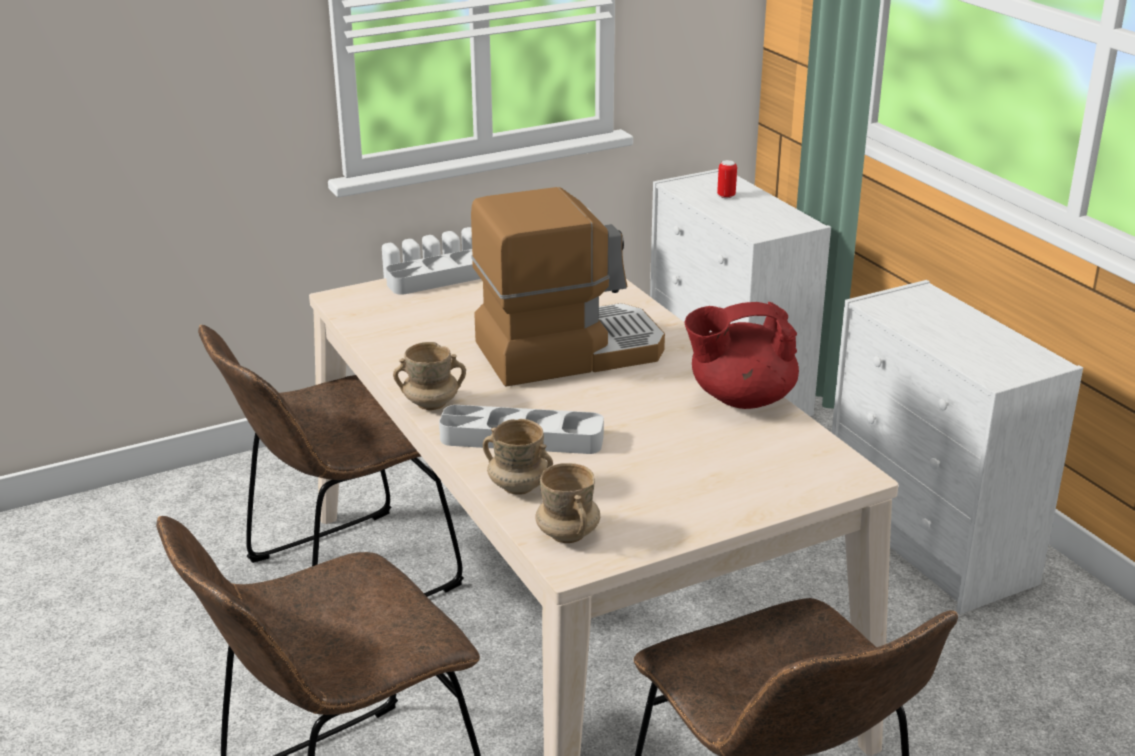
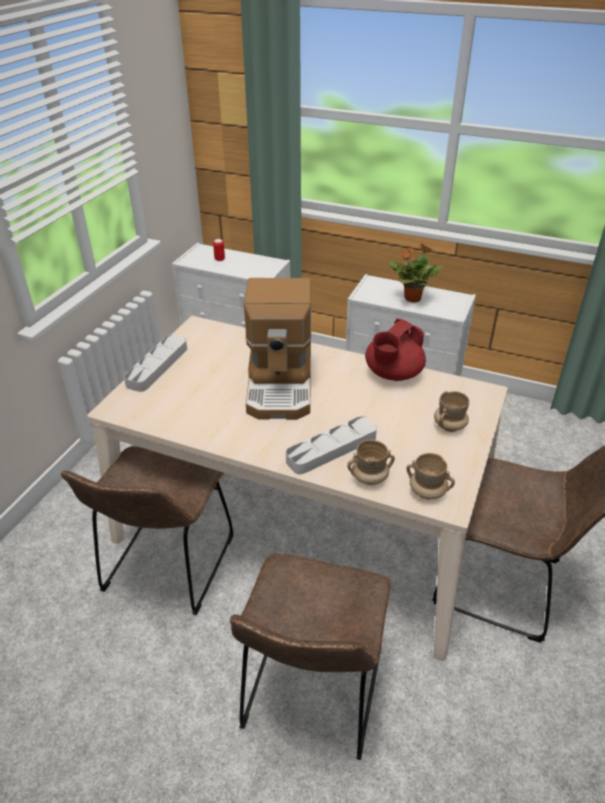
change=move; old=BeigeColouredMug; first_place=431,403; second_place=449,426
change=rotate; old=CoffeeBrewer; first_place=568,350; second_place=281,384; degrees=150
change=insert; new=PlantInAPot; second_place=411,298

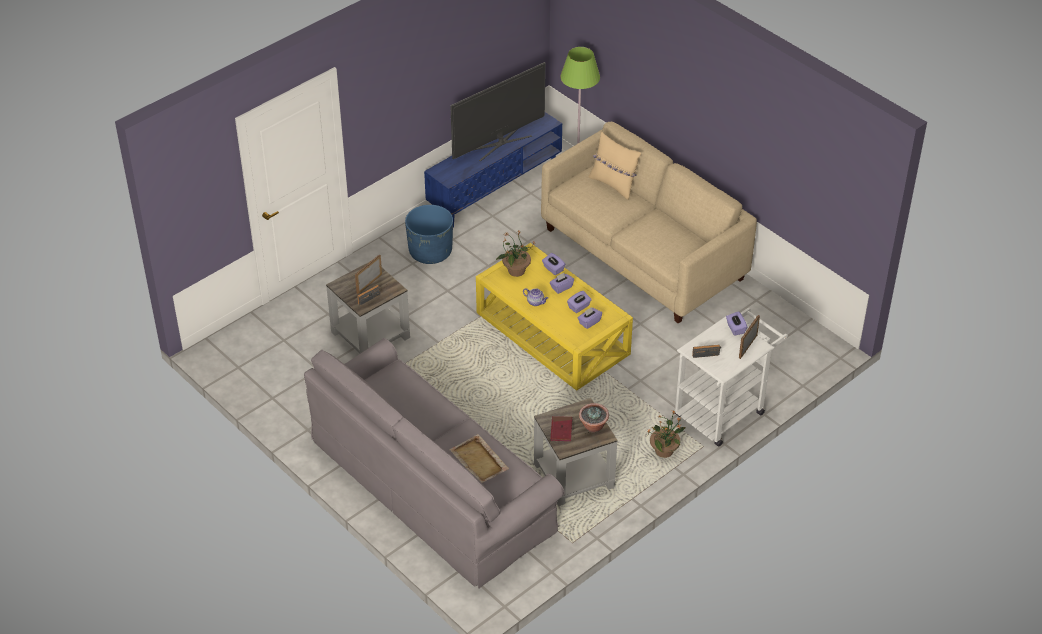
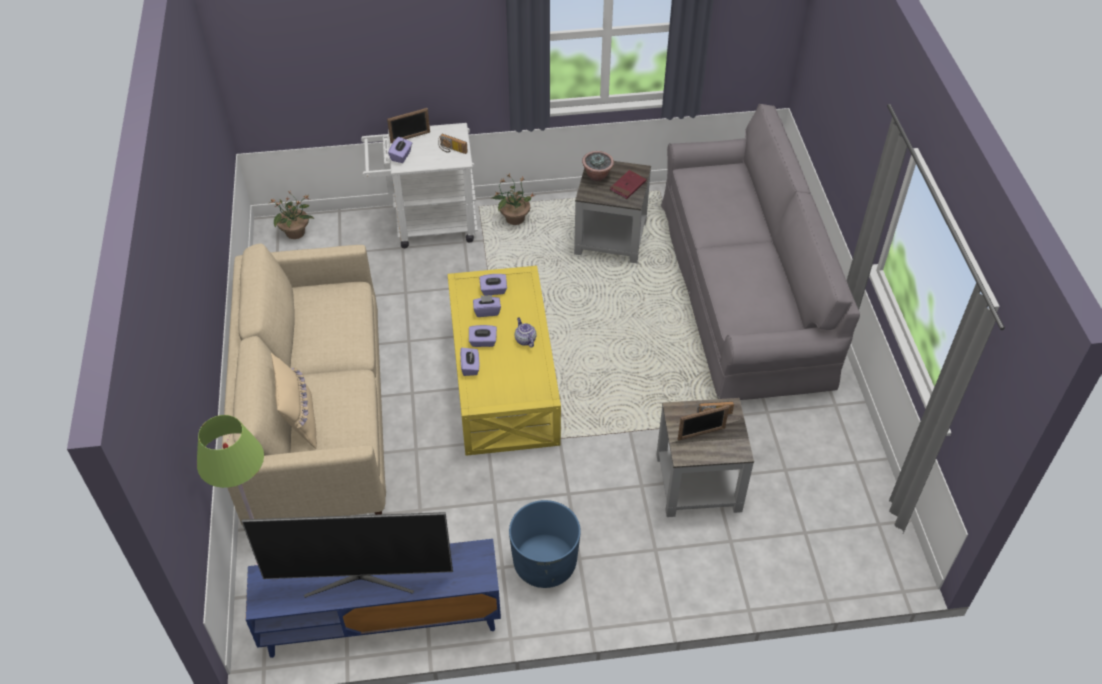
change=delete; old=BeigeColouredCarryingTray; first_place=479,461
change=move; old=PlantInAPot; first_place=515,271; second_place=296,233

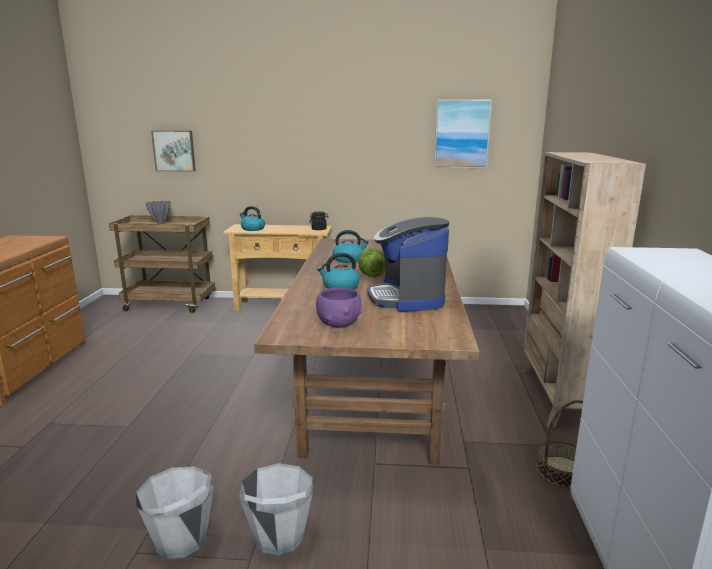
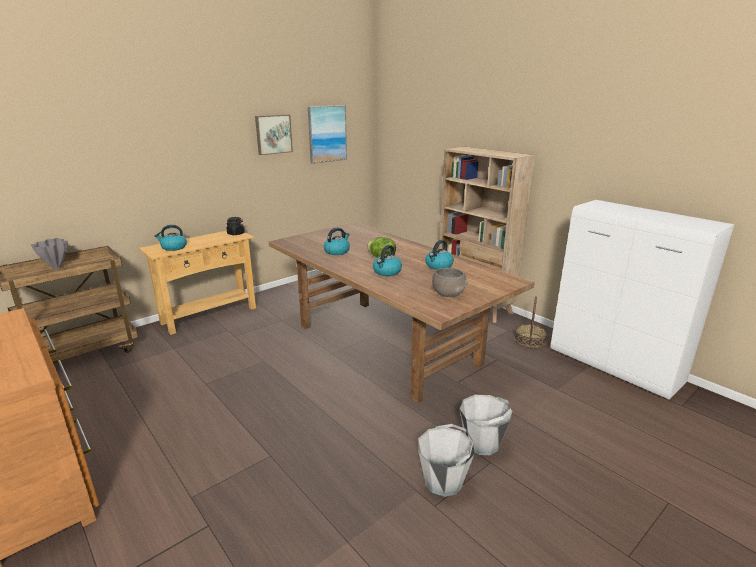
change=move; old=Picture; first_place=174,150; second_place=273,134
change=recolor; old=PurpleDeepDish; new=GrayDeepDish; first_place=339,323; second_place=448,293
change=replace; old=CoffeeBrewer; new=WaterKettle; first_place=407,298; second_place=438,266

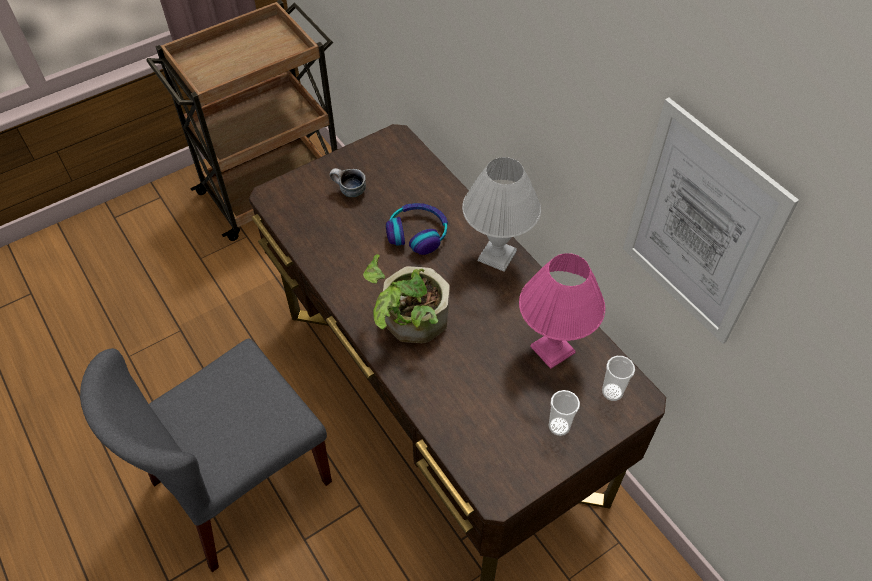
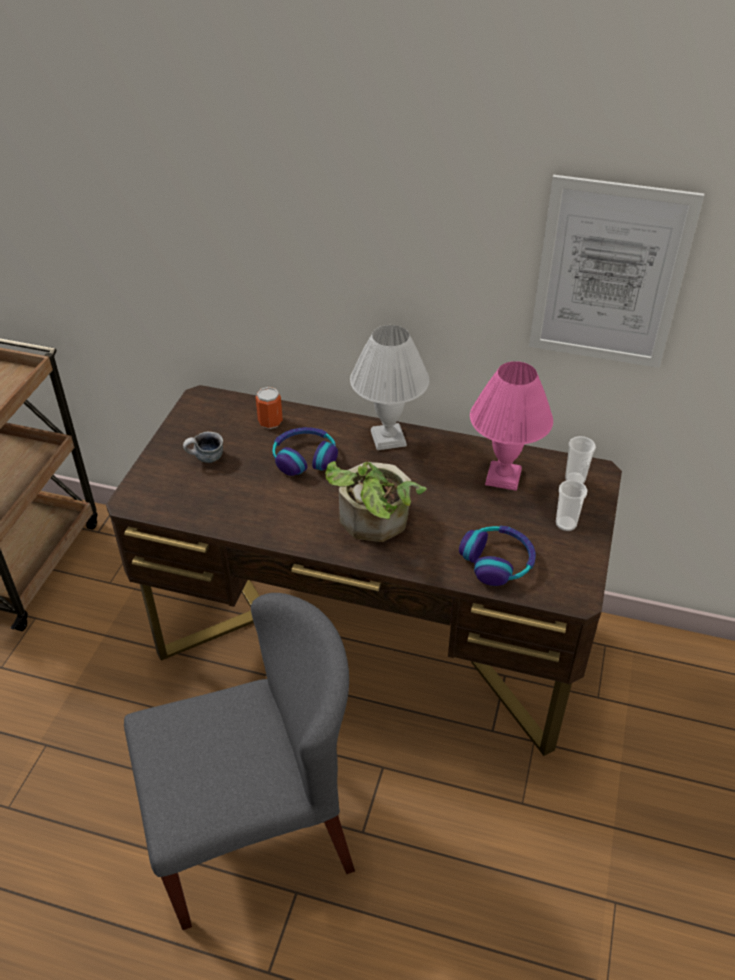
change=rotate; old=GrayUprightChair; first_place=240,483; second_place=253,832; degrees=-120
change=insert; new=MetalCan; second_place=270,422
change=insert; new=Headphones; second_place=497,561

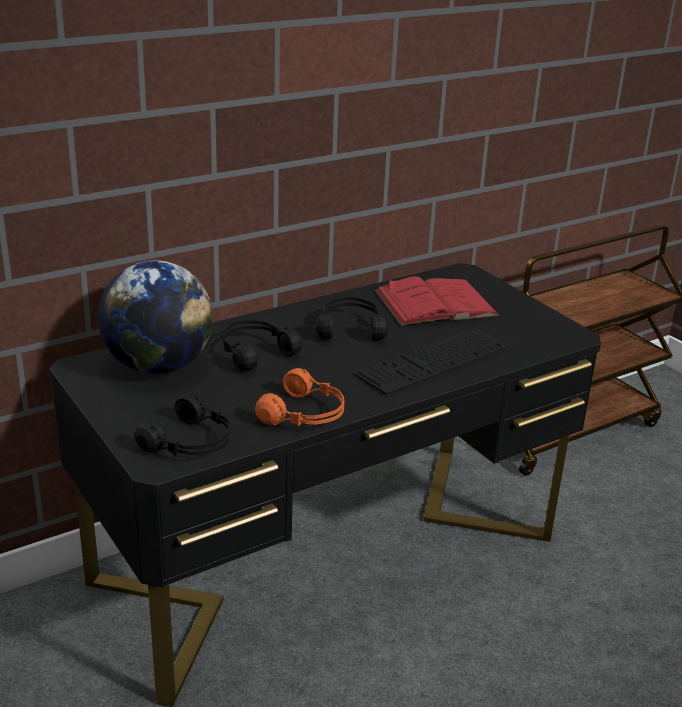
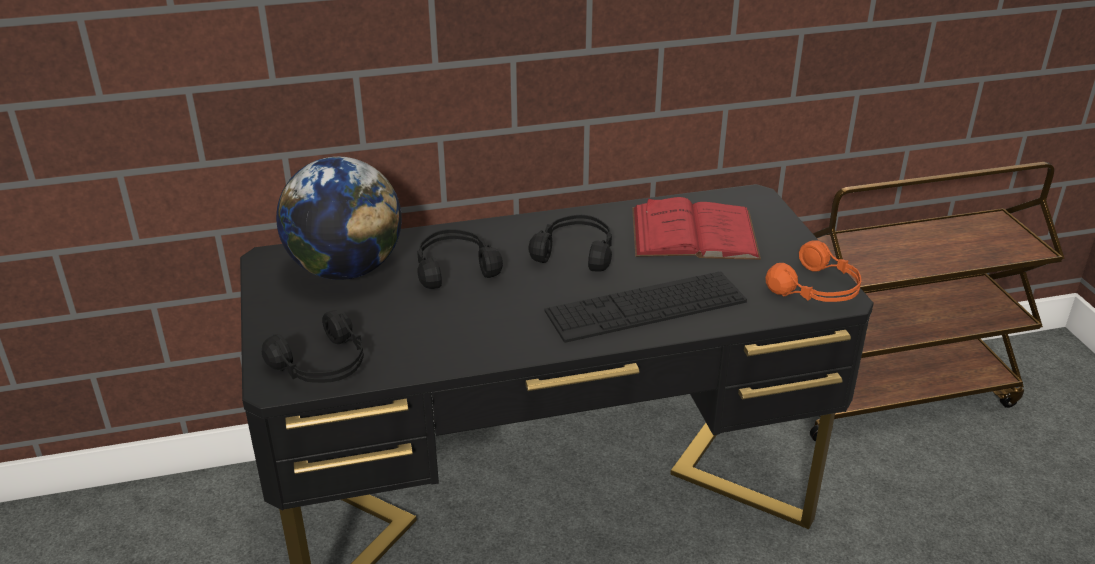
change=move; old=OrangeHeadphones; first_place=305,414; second_place=817,289

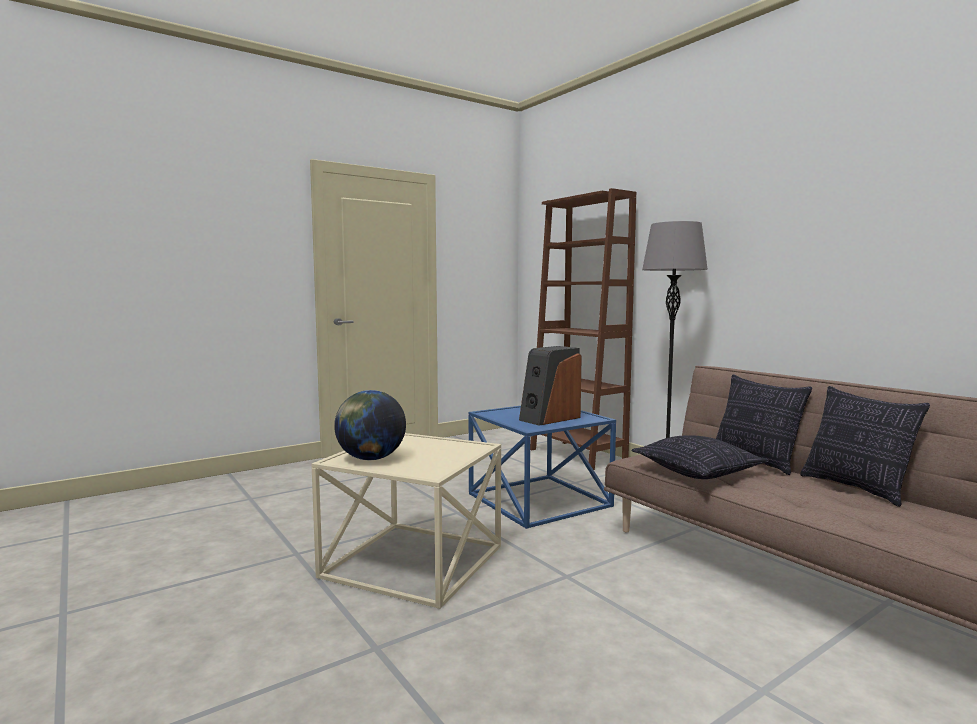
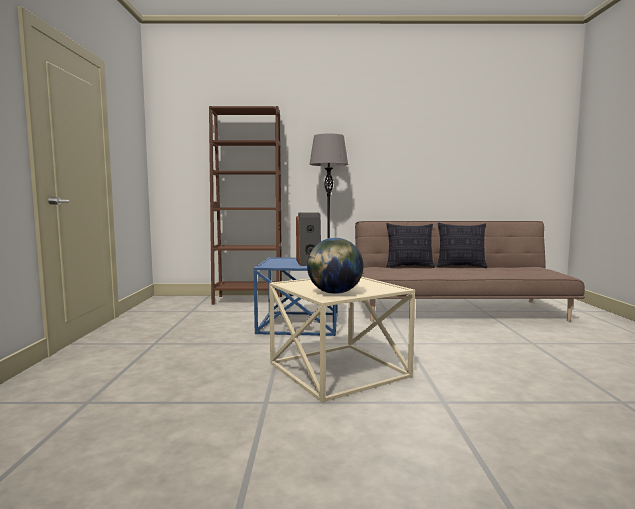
change=delete; old=Pillow; first_place=698,472

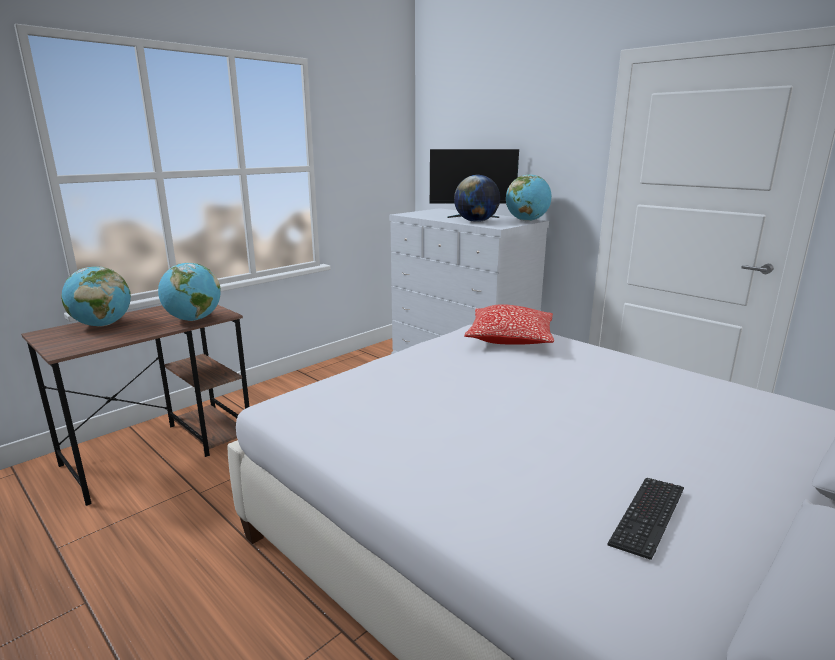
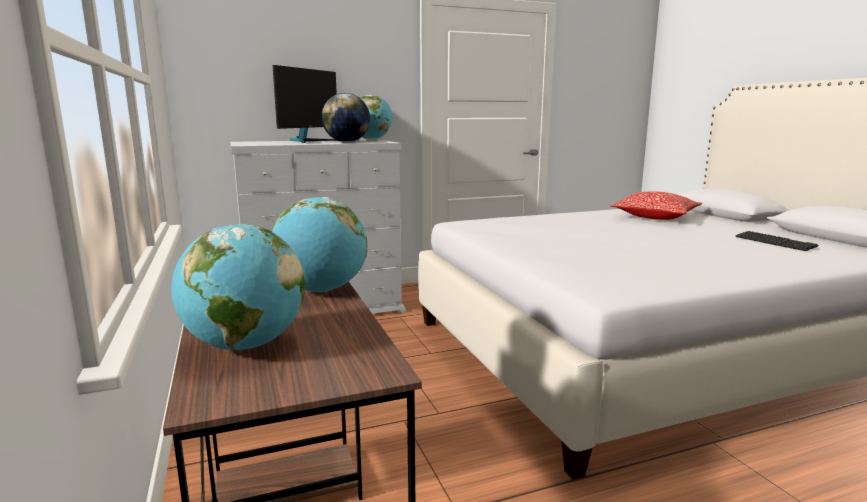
change=move; old=Pillow; first_place=510,339; second_place=655,217

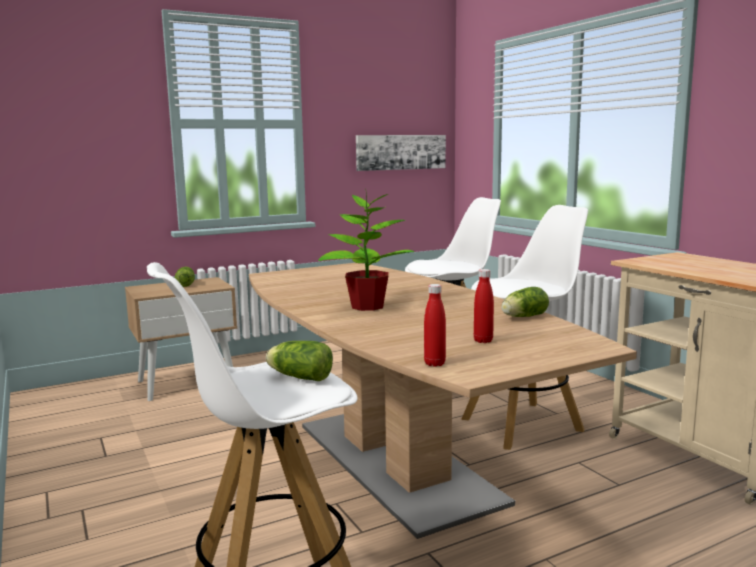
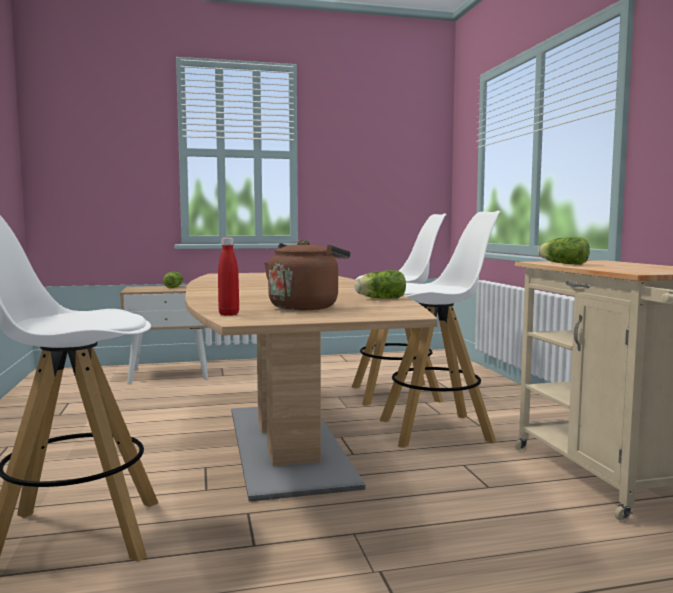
change=move; old=LettuceHead; first_place=298,377; second_place=562,264
change=delete; old=PlantInAPot; first_place=366,306
change=delete; old=Picture; first_place=401,152
change=replace; old=ReddishDrinkBottle; new=BrownColouredWaterKettle; first_place=483,341; second_place=305,307

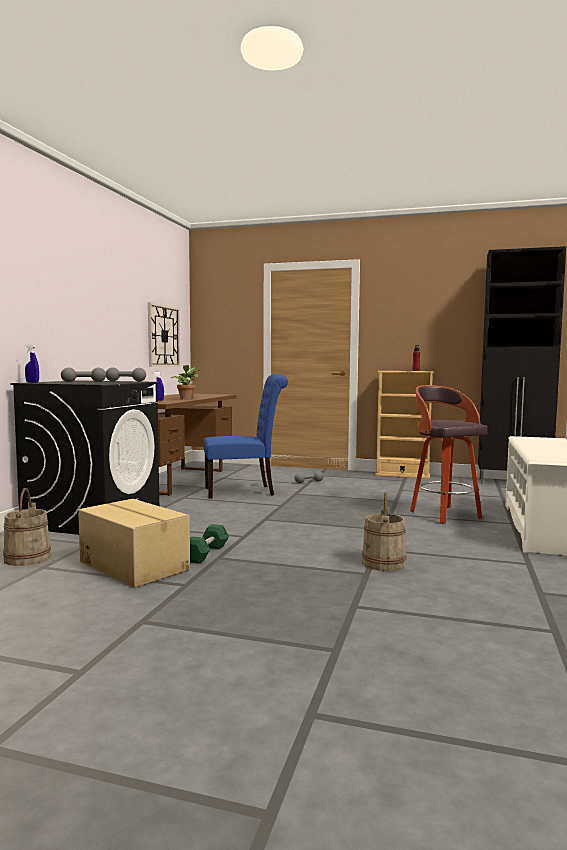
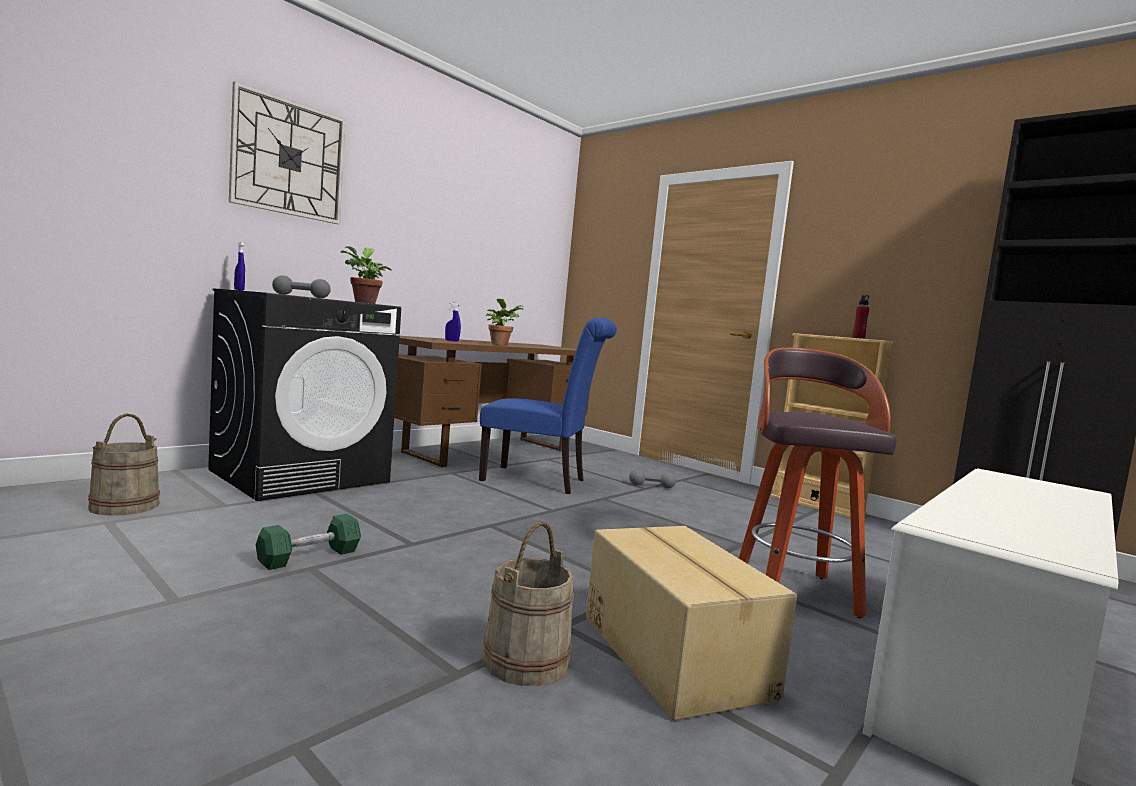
change=move; old=PackingBox; first_place=135,565; second_place=675,654
change=replace; old=GrayHandWeight; new=PlantInAPot; first_place=126,381; second_place=364,302
change=move; old=WallClock; first_place=163,336; second_place=289,158

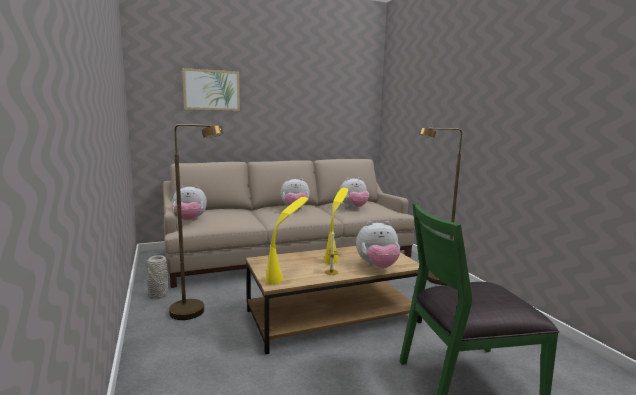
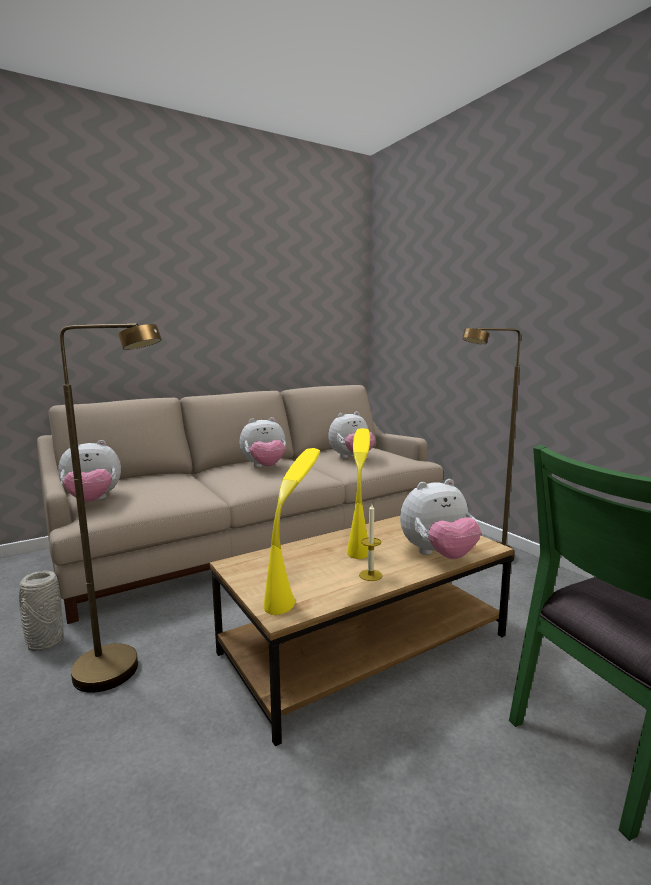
change=delete; old=Picture; first_place=211,90

